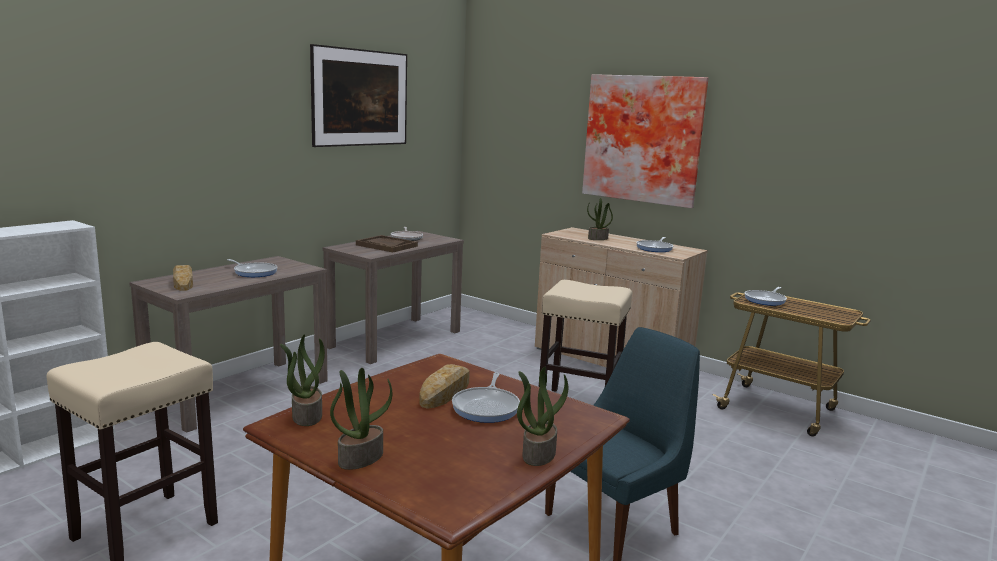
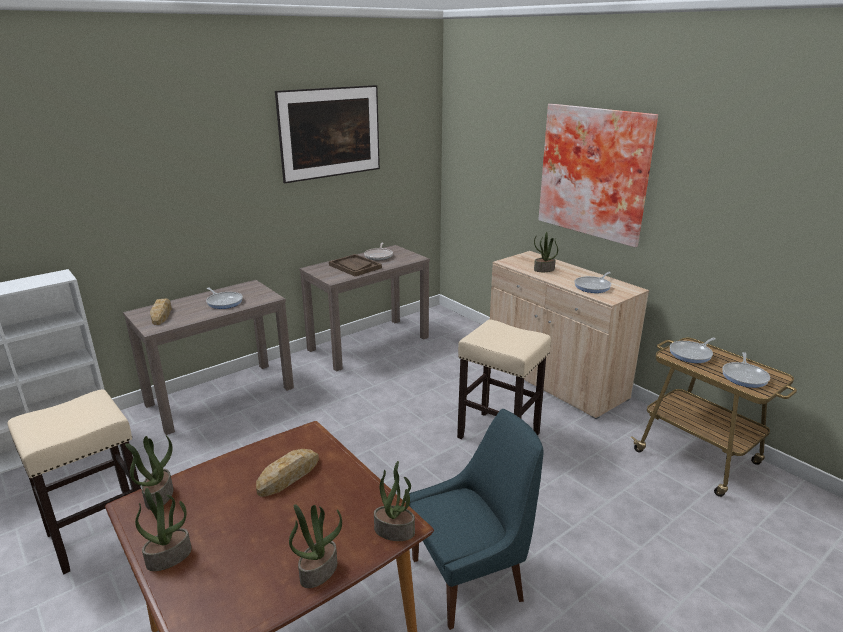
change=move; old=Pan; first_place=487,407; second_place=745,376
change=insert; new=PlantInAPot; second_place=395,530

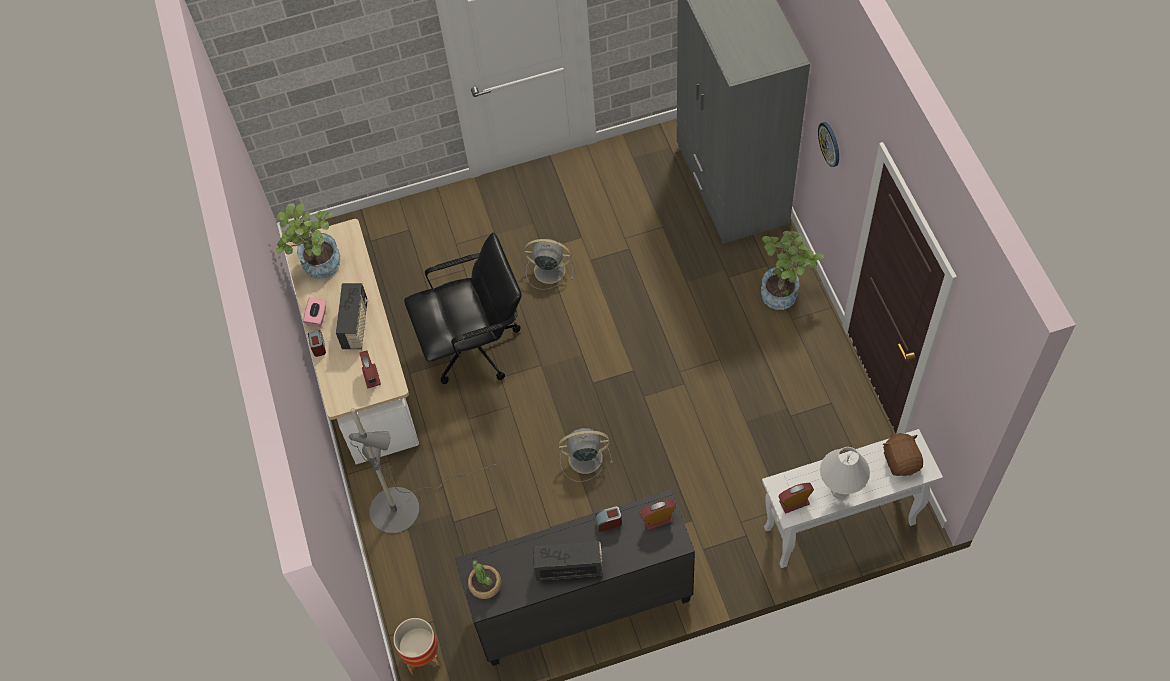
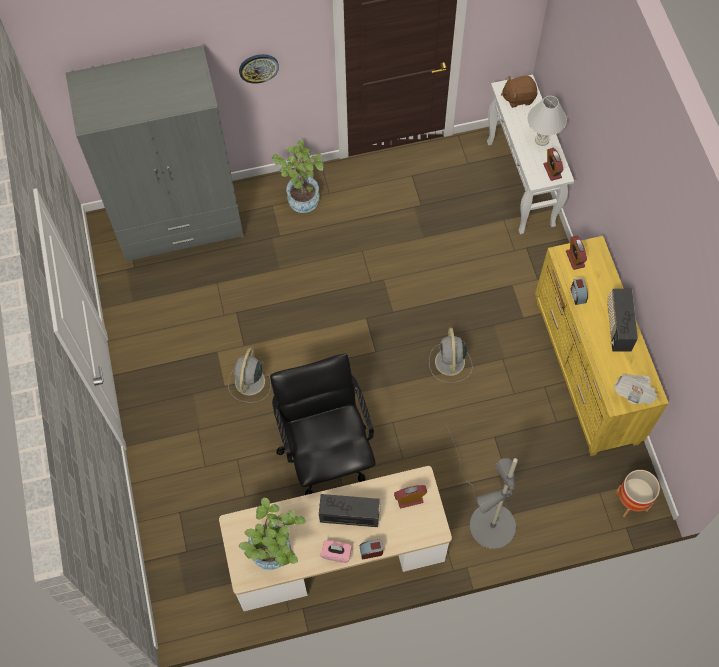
change=recolor; old=BlackishChestOfDrawers; new=YellowColouredChestOfDrawers; first_place=581,605; second_place=585,373
change=replace; old=PlantInAPot; new=DailyPaper; first_place=485,584; second_place=634,392

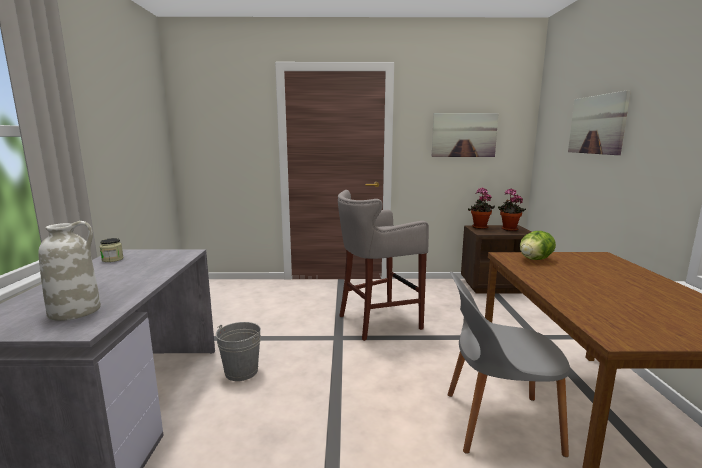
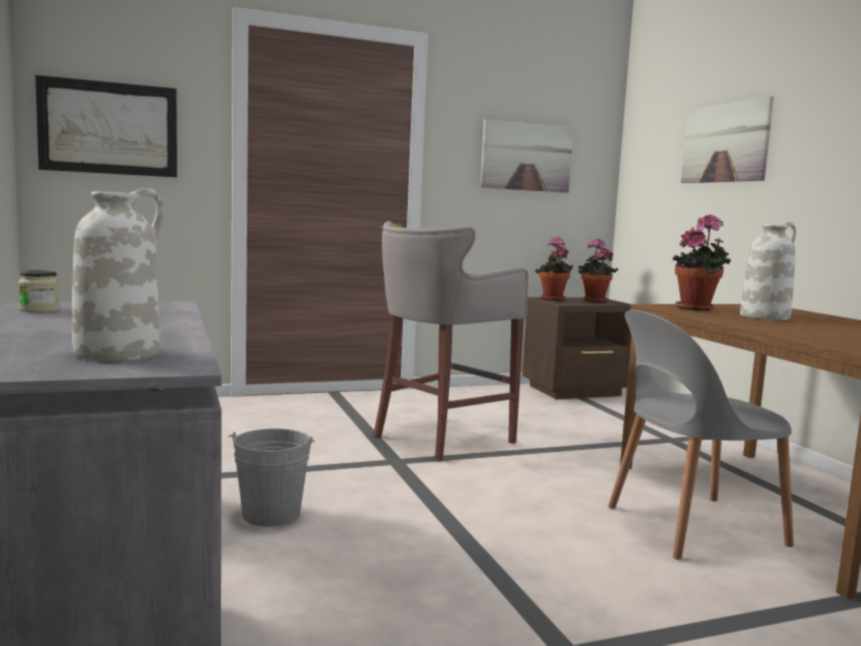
change=replace; old=LettuceHead; new=PlantInAPot; first_place=534,259; second_place=697,308
change=insert; new=Picture; second_place=109,128
change=insert; new=WhiteColouredDecorativeVase; second_place=764,316

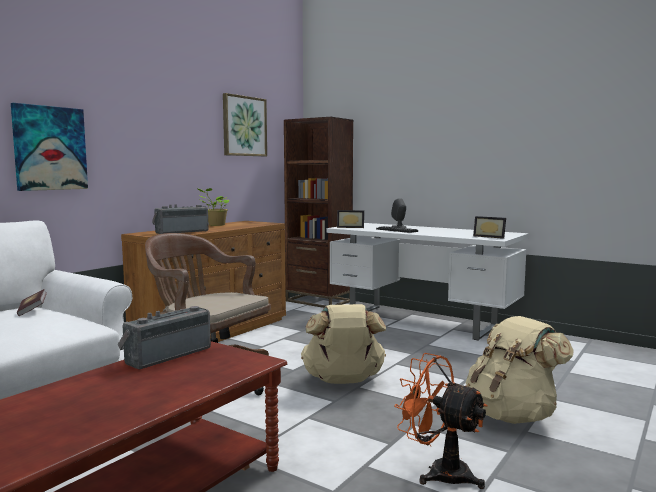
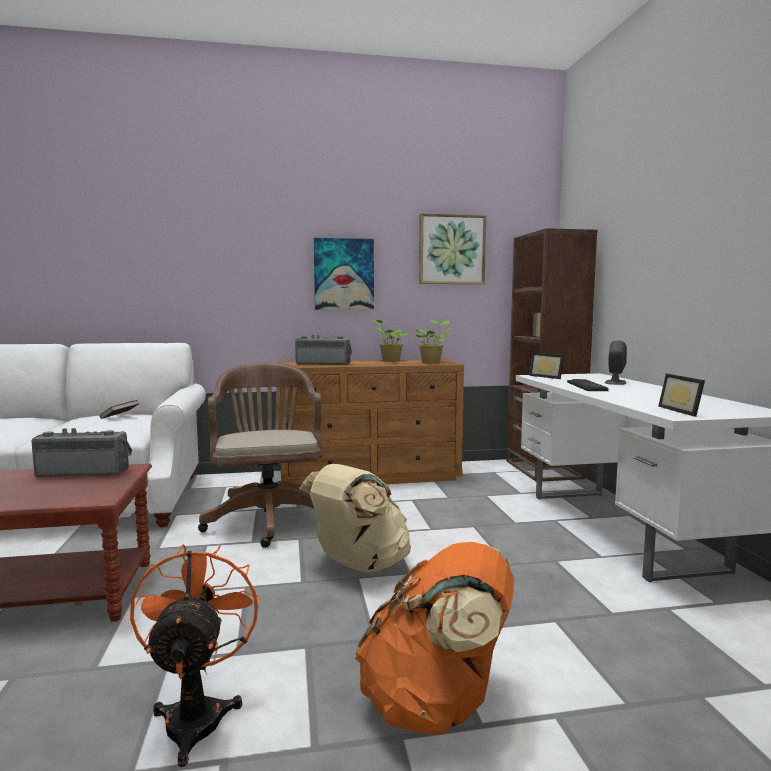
change=move; old=Picture; first_place=50,148; second_place=343,274
change=recolor; old=BeigeColouredKnapsack; new=OrangeKnapsack; first_place=511,415; second_place=436,705
change=insert; new=PlantInAPot; second_place=432,362

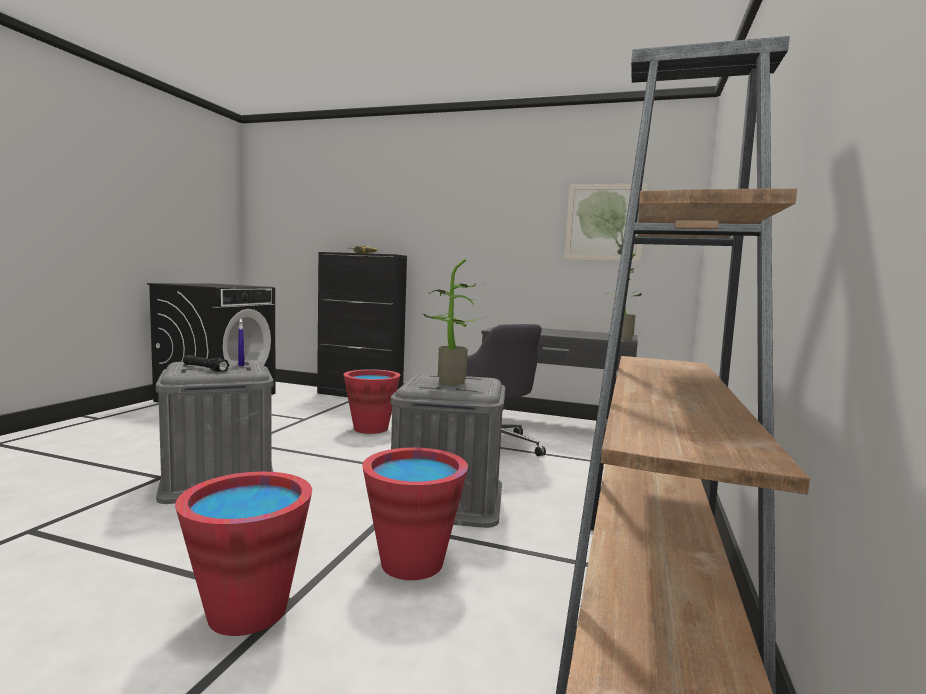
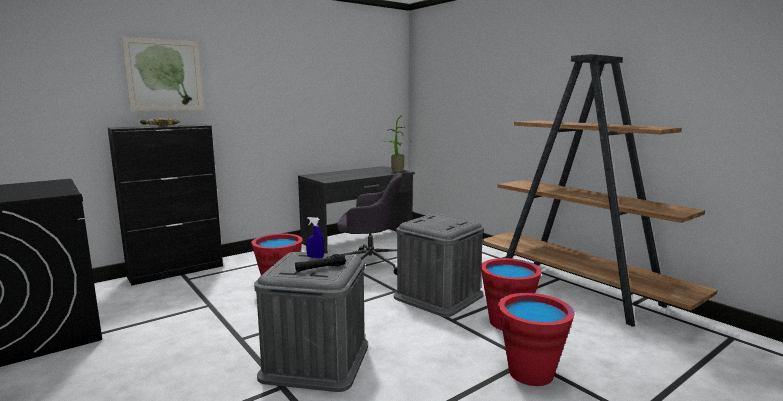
change=delete; old=PlantInAPot; first_place=450,383
change=move; old=Picture; first_place=604,222; second_place=164,75

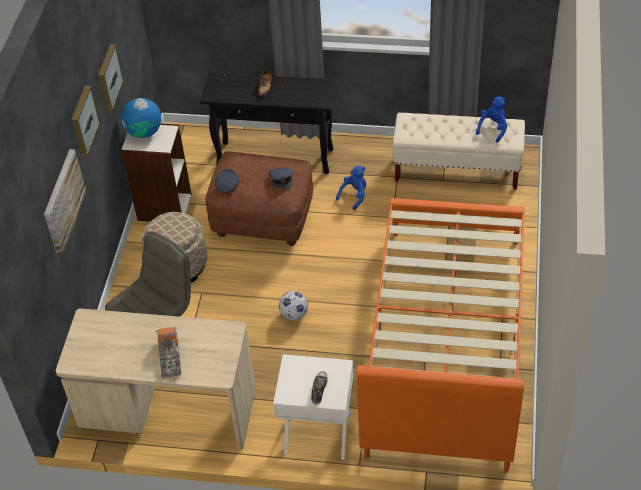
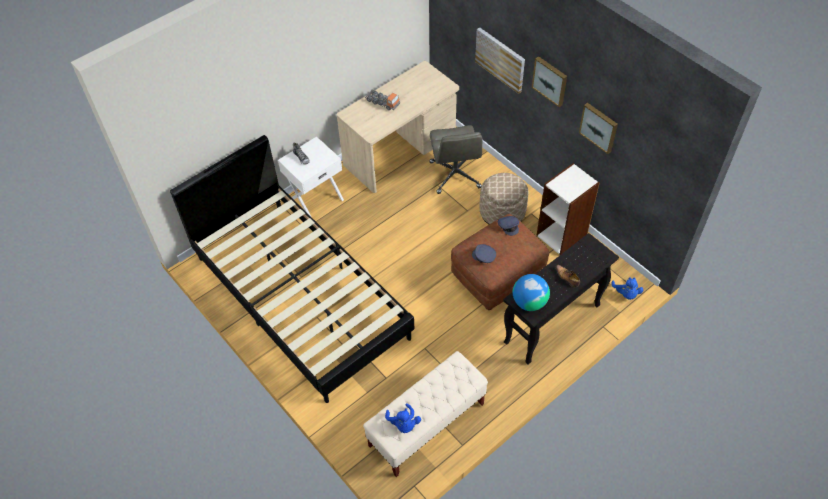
change=move; old=WorldGlobe; first_place=144,132; second_place=529,302
change=delete; old=BallForFootball; first_place=294,314
change=move; old=BlueColouredSoftToy; first_place=354,195; second_place=626,293
change=recolor; old=OrangeSleepingBed; new=BlackishSleepingBed; first_place=445,342; second_place=301,296

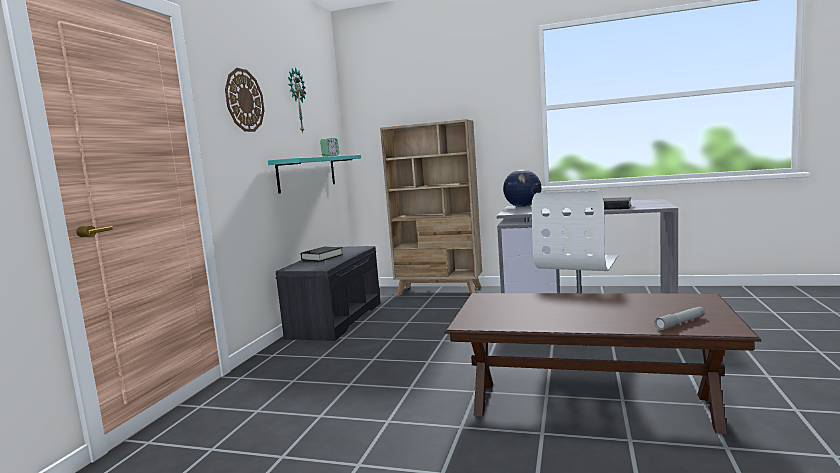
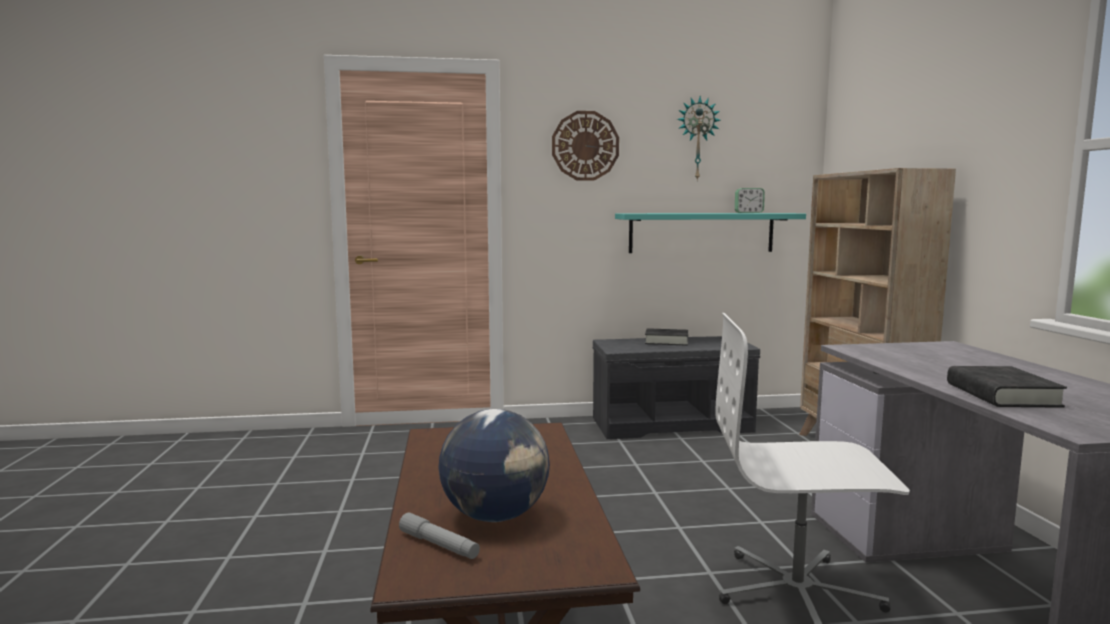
change=move; old=WorldGlobe; first_place=523,207; second_place=496,516

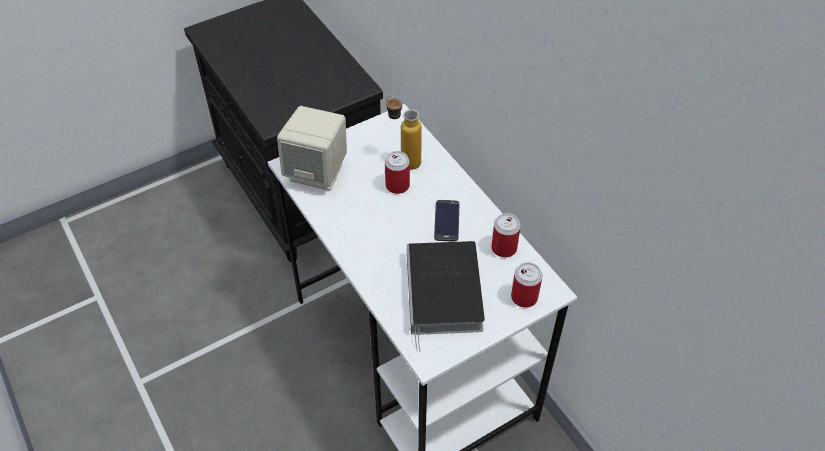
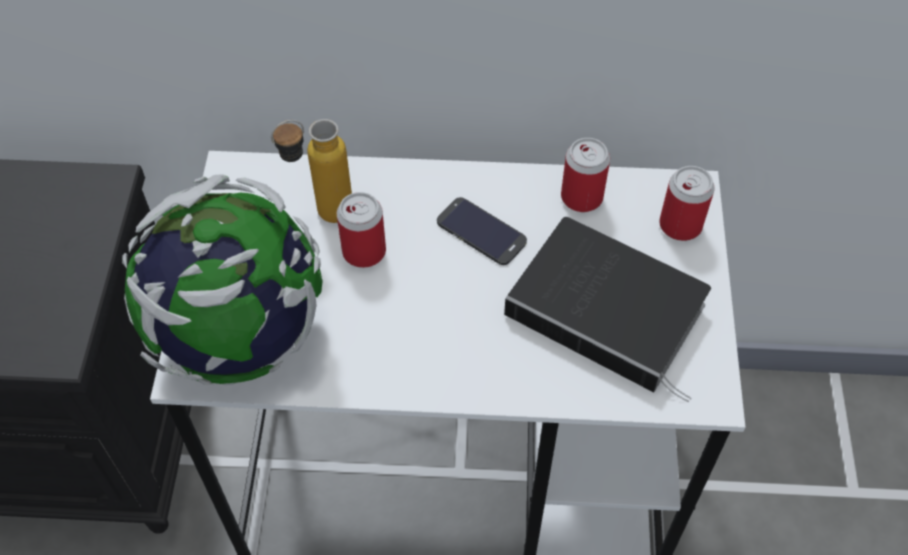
change=replace; old=BeigeColouredAudioSpeaker; new=WorldGlobe; first_place=317,172; second_place=240,338

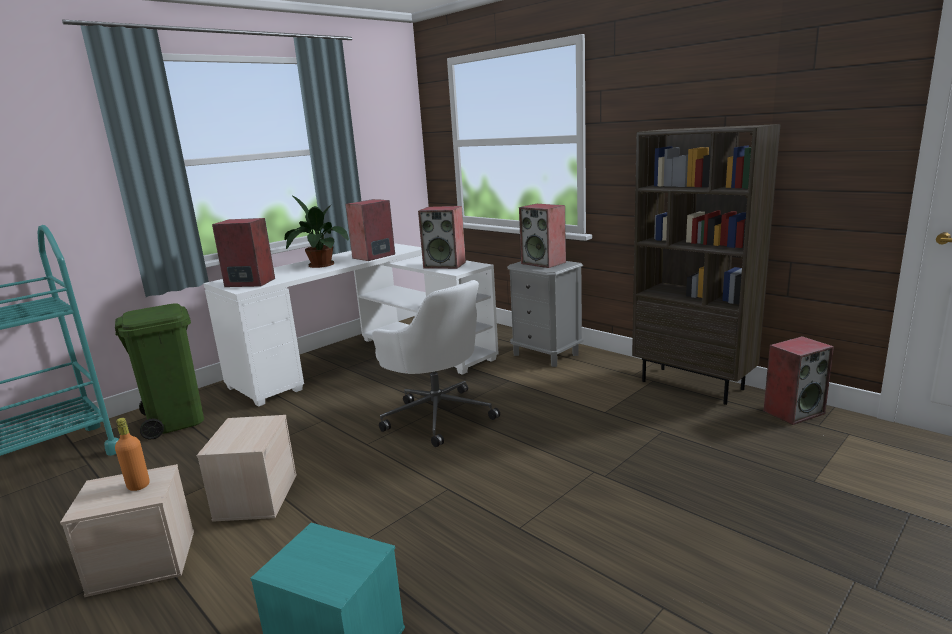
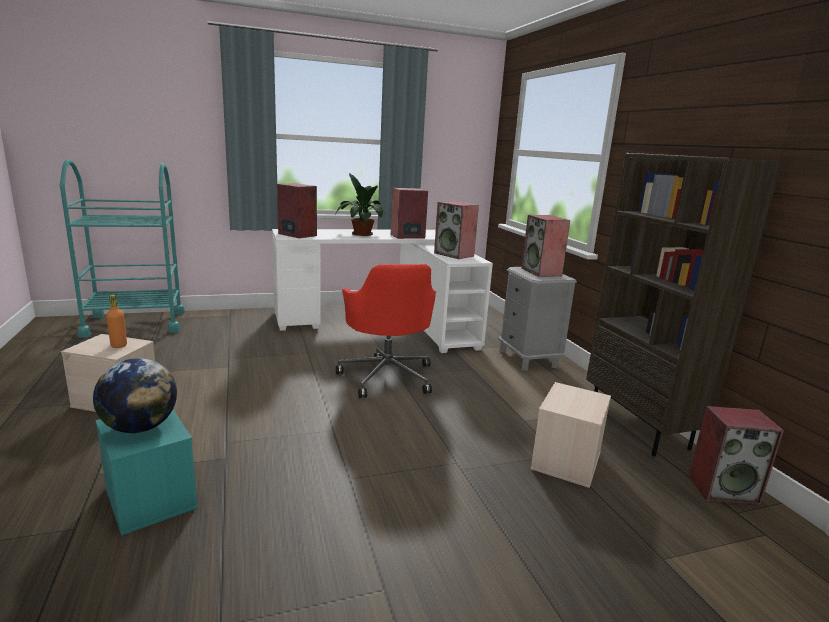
change=delete; old=GreenishWasteBin; first_place=176,420
change=move; old=BeigeColouredStorageContainer; first_place=256,496; second_place=565,460
change=recolor; old=WhiteColouredComputerChair; new=ReddishComputerChair; first_place=437,415; second_place=387,376
change=insert; new=WorldGlobe; second_place=140,427

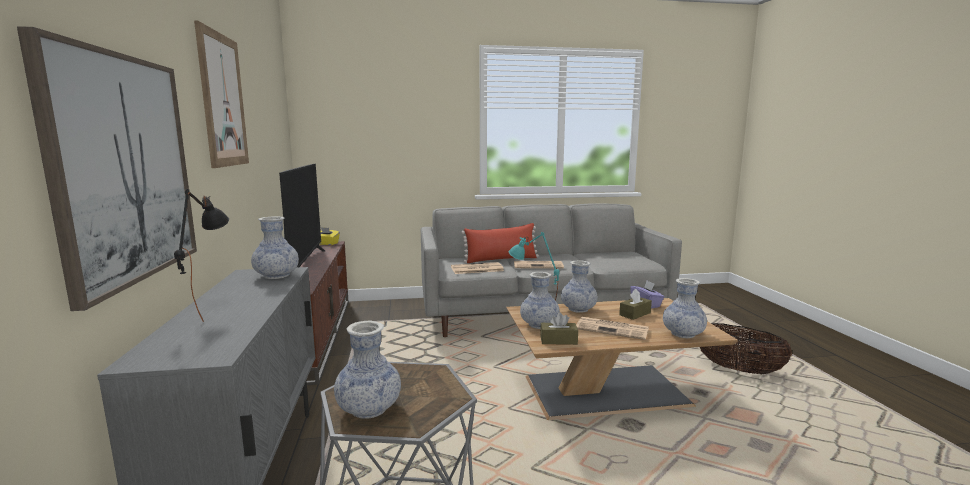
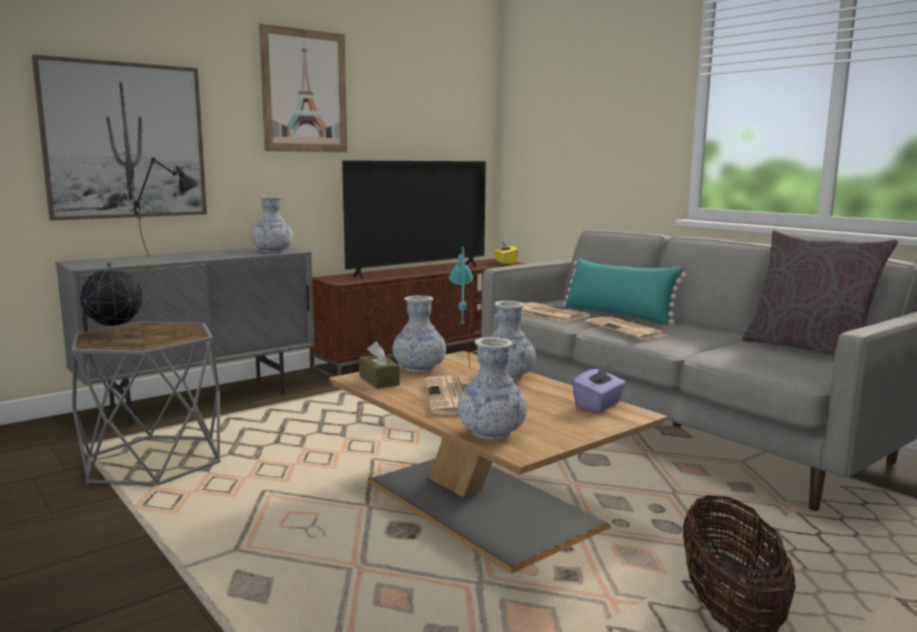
change=replace; old=DecorativeVase; new=WorldGlobe; first_place=369,409; second_place=115,333
change=recolor; old=ReddishPillow; new=TurquoisePillow; first_place=501,259; second_place=618,315
change=delete; old=BrownColouredTissueBox; first_place=635,314
change=insert; new=GrayPillow; second_place=808,349

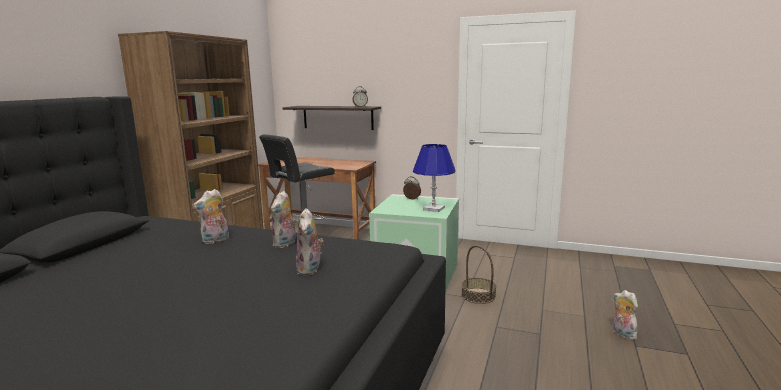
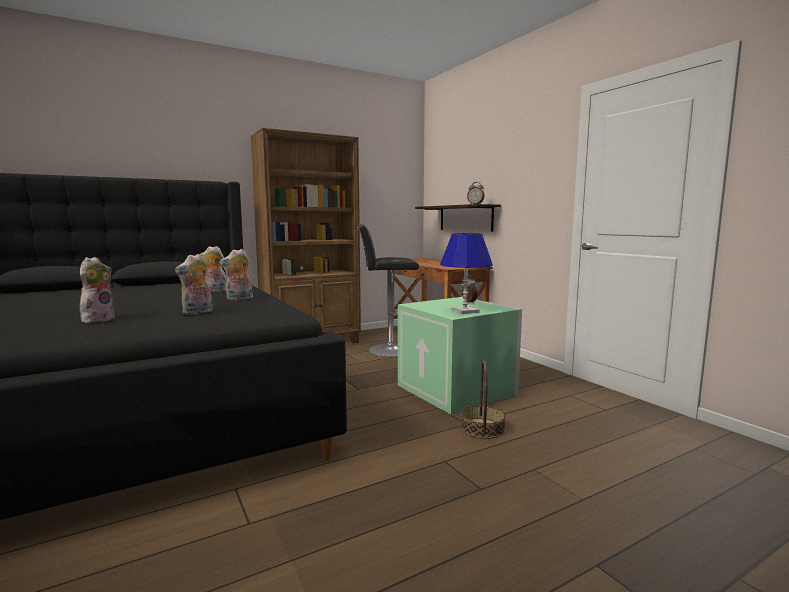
change=move; old=SoftToy; first_place=622,333; second_place=98,319

